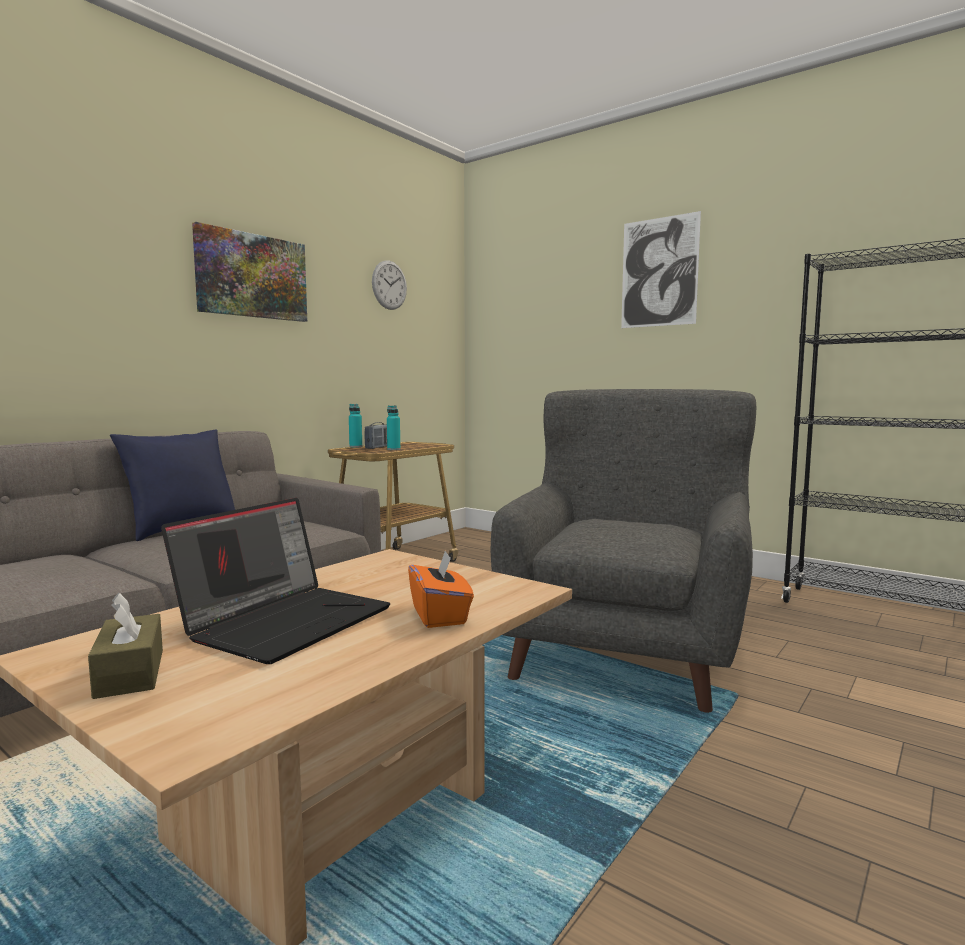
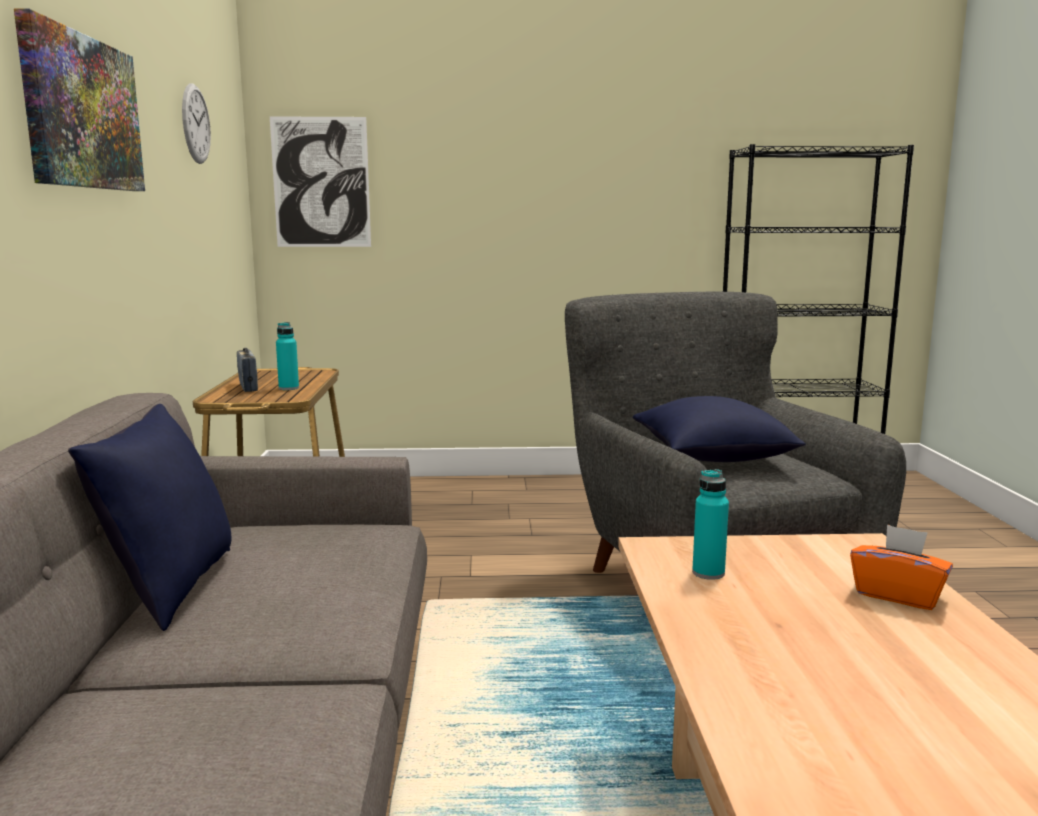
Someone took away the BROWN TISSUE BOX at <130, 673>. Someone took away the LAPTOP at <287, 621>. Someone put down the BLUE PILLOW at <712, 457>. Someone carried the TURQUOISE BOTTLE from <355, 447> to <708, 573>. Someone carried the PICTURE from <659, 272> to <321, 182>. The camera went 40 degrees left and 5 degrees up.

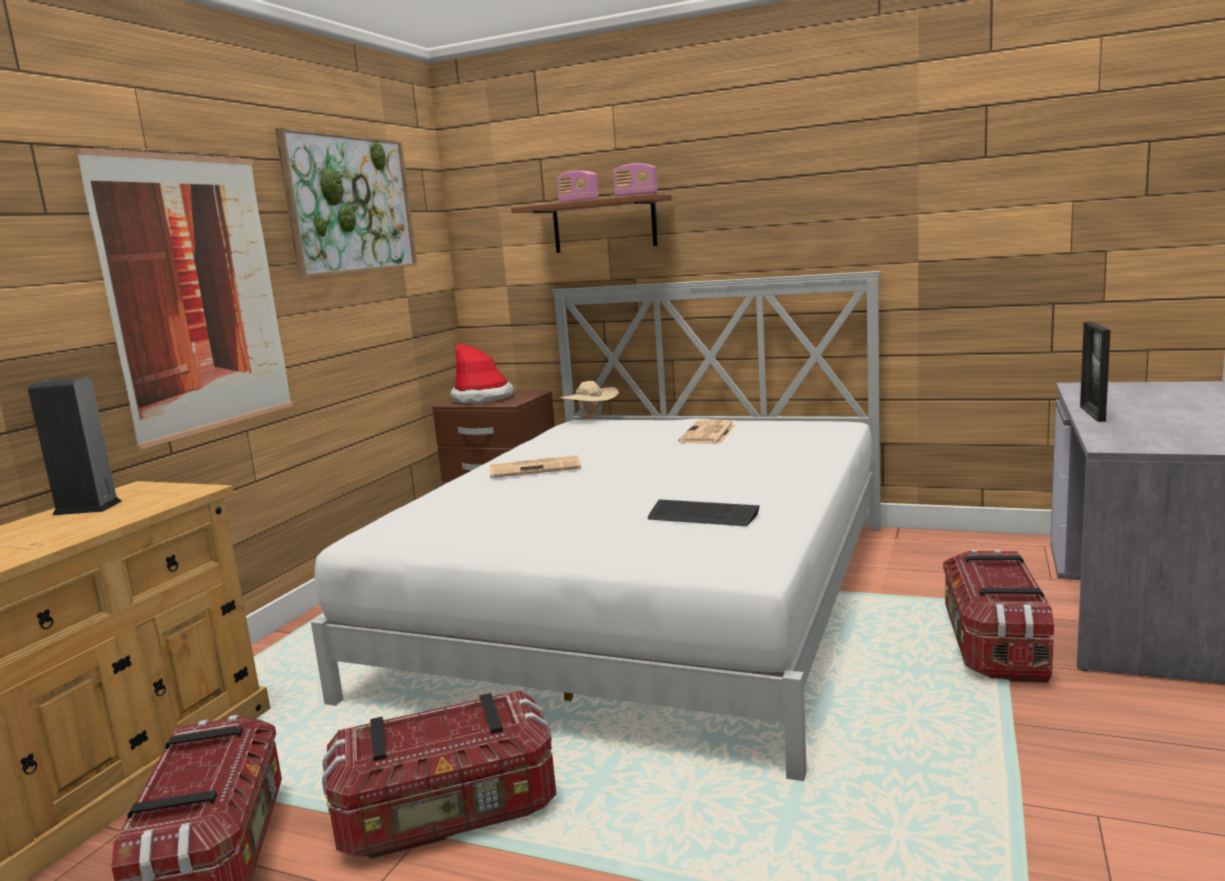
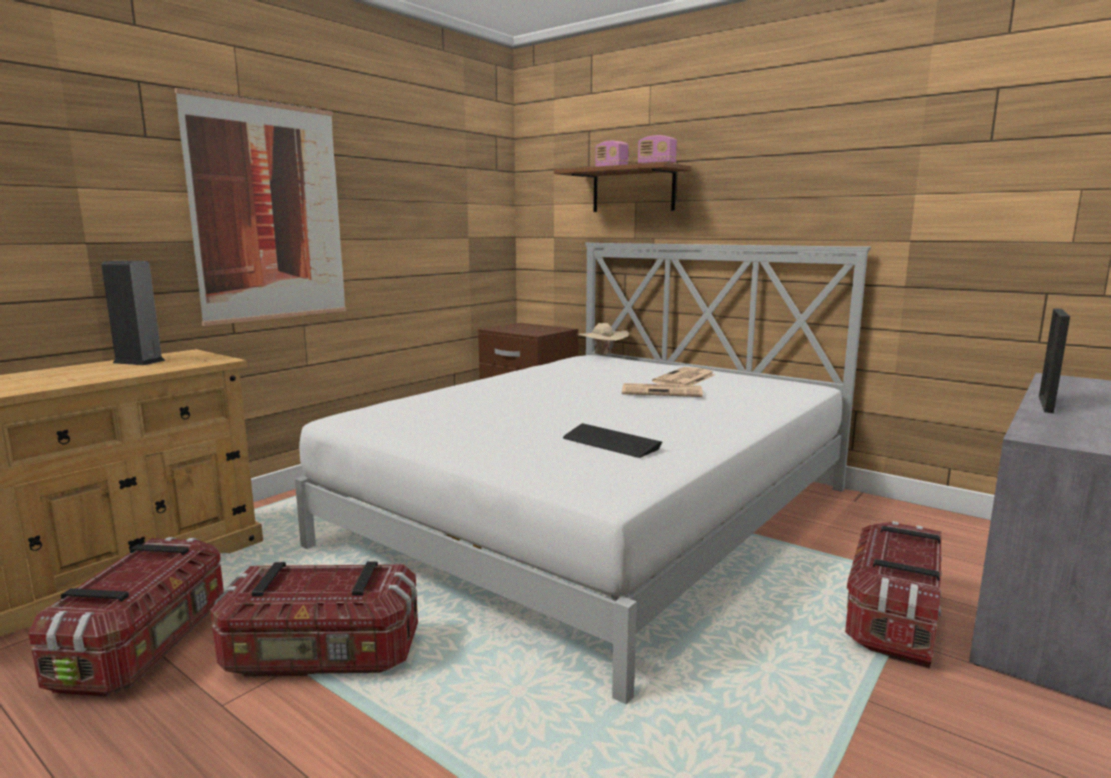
Someone took away the PICTURE at <350, 204>. Someone took away the HAT at <482, 398>. Someone carried the NEWSPAPER from <536, 468> to <663, 392>. The camera went 15 degrees right and 0 degrees up.

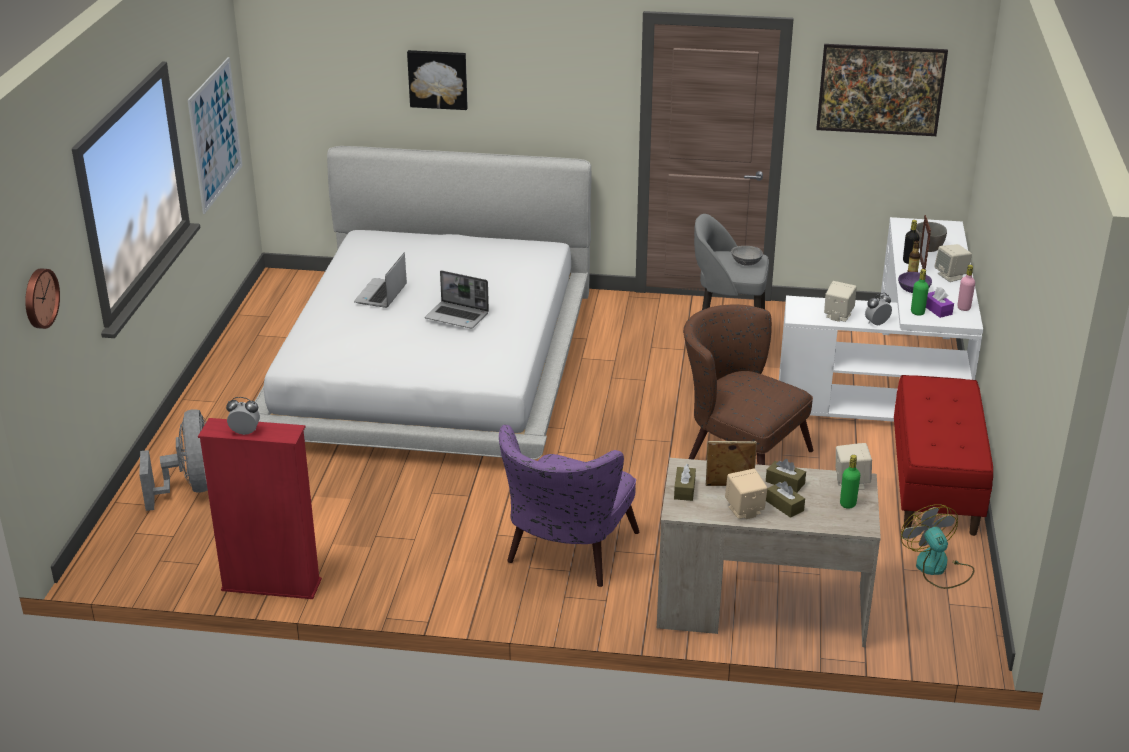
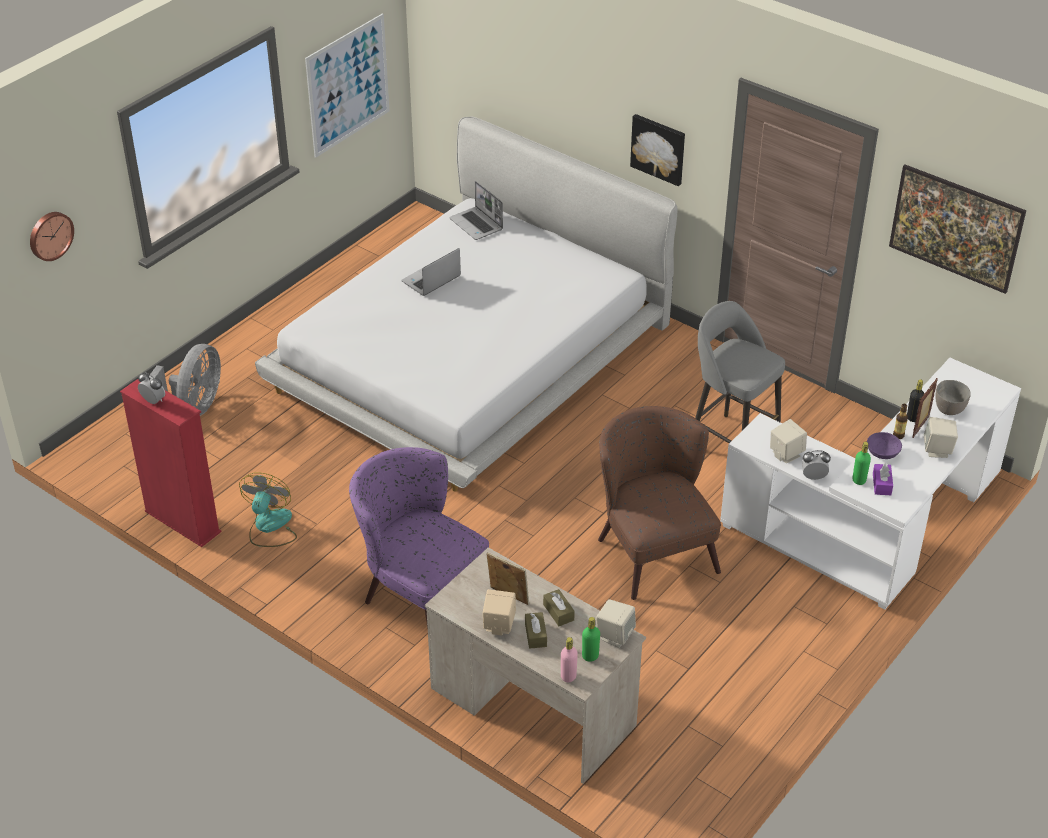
Someone took away the BROWN TISSUE BOX at <684, 490>. Someone took away the GREY BOWL at <746, 262>. Someone took away the RED BENCH at <935, 485>. Someone carried the PICTURE from <438, 79> to <659, 148>. Someone carried the LAPTOP from <458, 316> to <477, 225>. Someone carried the FAN from <937, 568> to <270, 527>. Someone carried the PINK BOTTLE from <963, 308> to <568, 676>. Someone rotated the PURPLE ARMCHAIR at <566, 555> by 75 degrees clockwise. The camera went 30 degrees right and 10 degrees up.

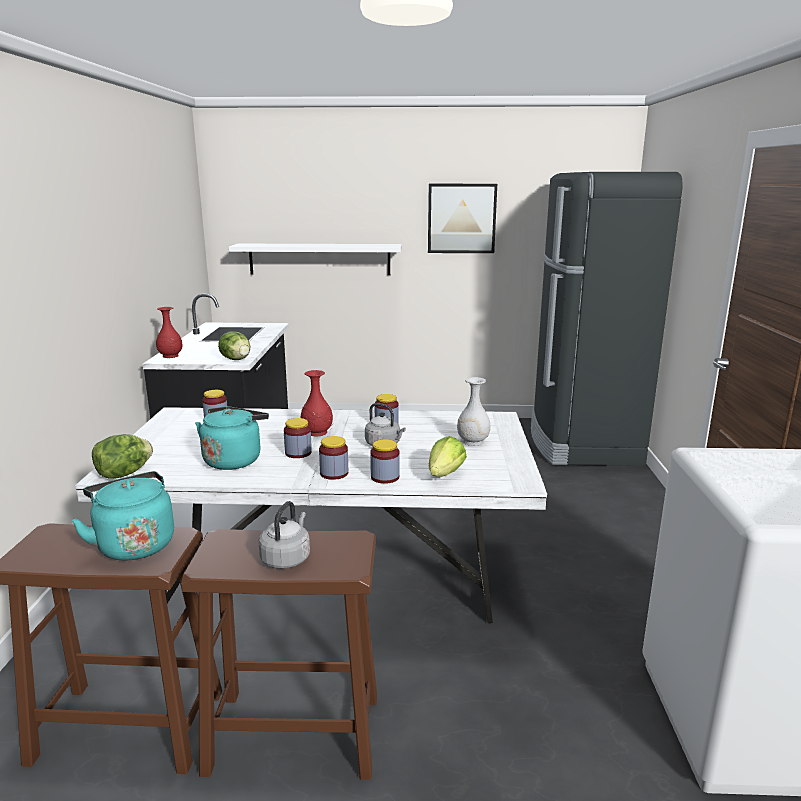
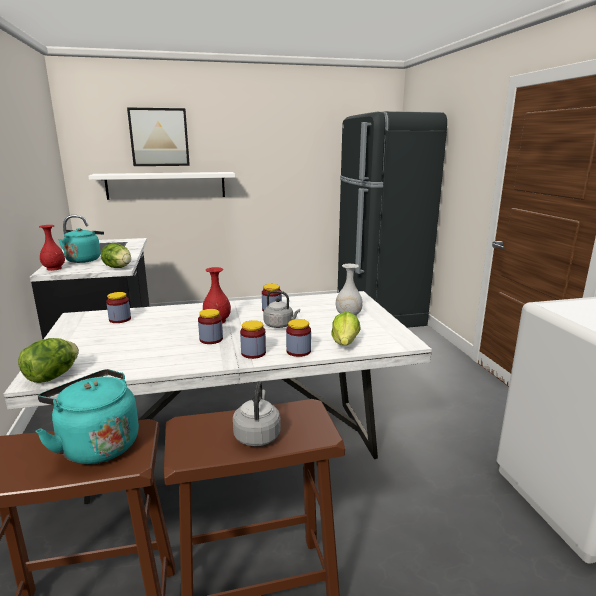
Someone carried the TURQUOISE KETTLE from <234, 460> to <84, 259>. Someone carried the PICTURE from <461, 218> to <159, 137>. The camera went 15 degrees left and 0 degrees up.

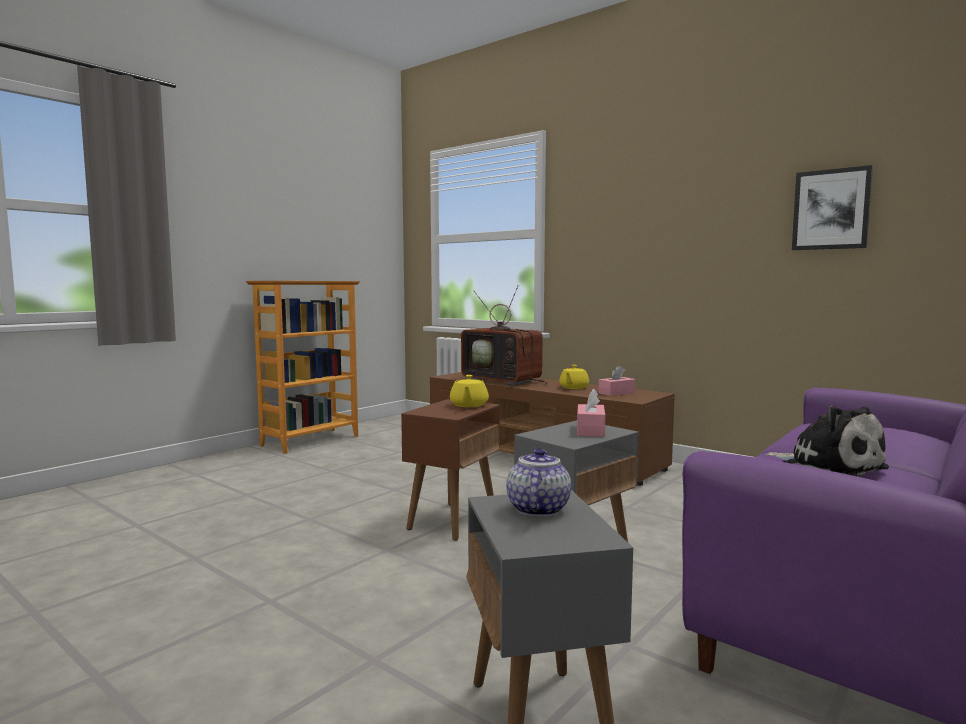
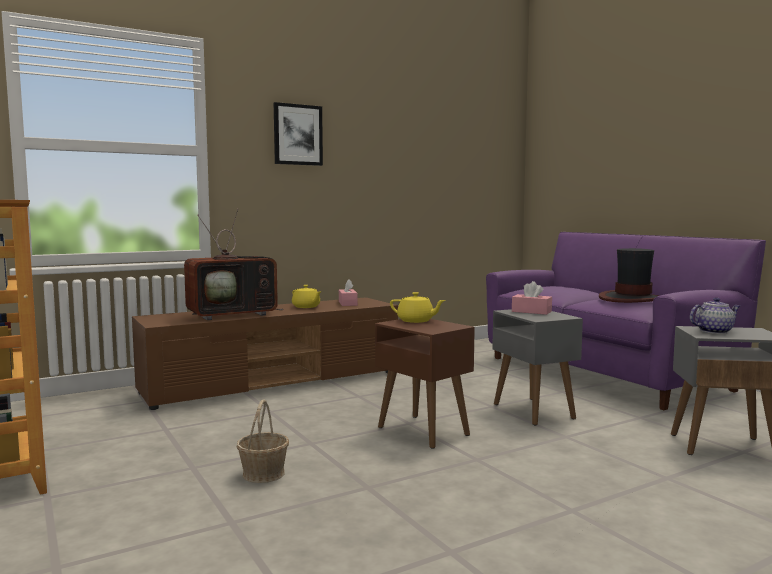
Someone put down the BASKET at <264, 473>. Someone carried the PICTURE from <831, 209> to <297, 135>. Someone swapped the PLUSH TOY at <828, 467> for the HAT at <632, 299>. Someone rotated the TEAPOT at <537, 508> by 135 degrees clockwise. The camera went 70 degrees left and 0 degrees up.

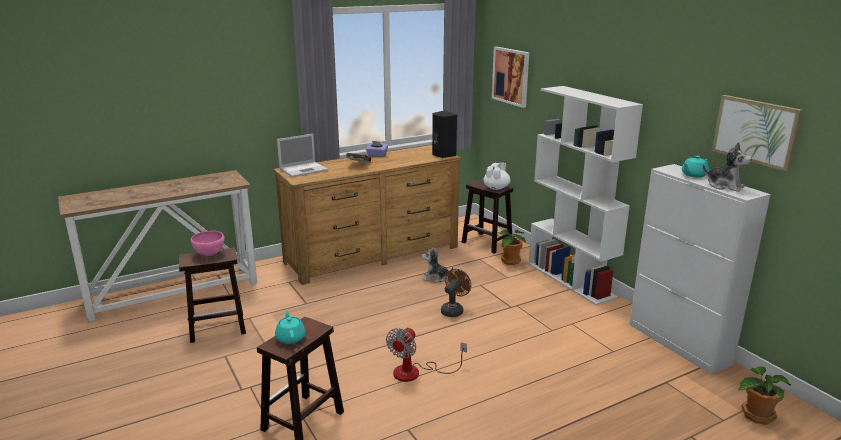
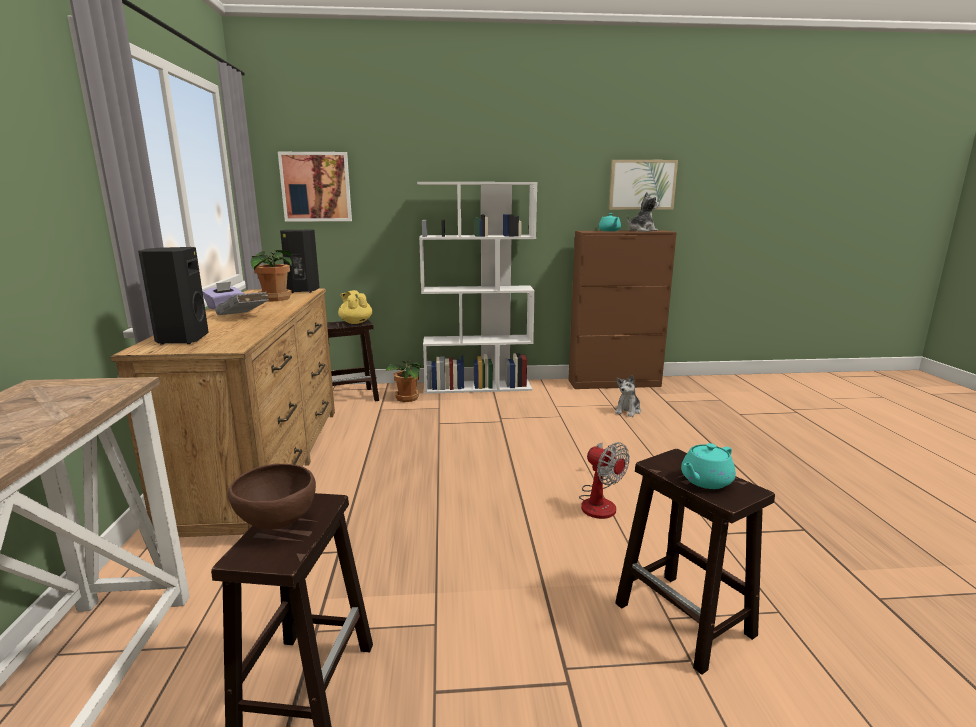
Someone took away the BROWN FAN at <454, 310>. Someone carried the PLUSH TOY from <435, 278> to <628, 411>. Someone carried the POTTED PLANT from <756, 415> to <274, 299>. Someone swapped the LAPTOP at <304, 169> for the BLACK SPEAKER at <181, 340>. Someone repainted the PINK BOWL at <209, 254>, which became the BROWN BOWL at <277, 525>. Someone repainted the WHITE TEAPOT at <496, 188>, which became the YELLOW TEAPOT at <355, 322>. Someone repainted the WHITE CABINET at <679, 344>, which became the BROWN CABINET at <614, 383>. Someone rotated the TURQUOISE TEAPOT at <290, 337> by 45 degrees counterclockwise. The camera went 65 degrees left and 5 degrees down.

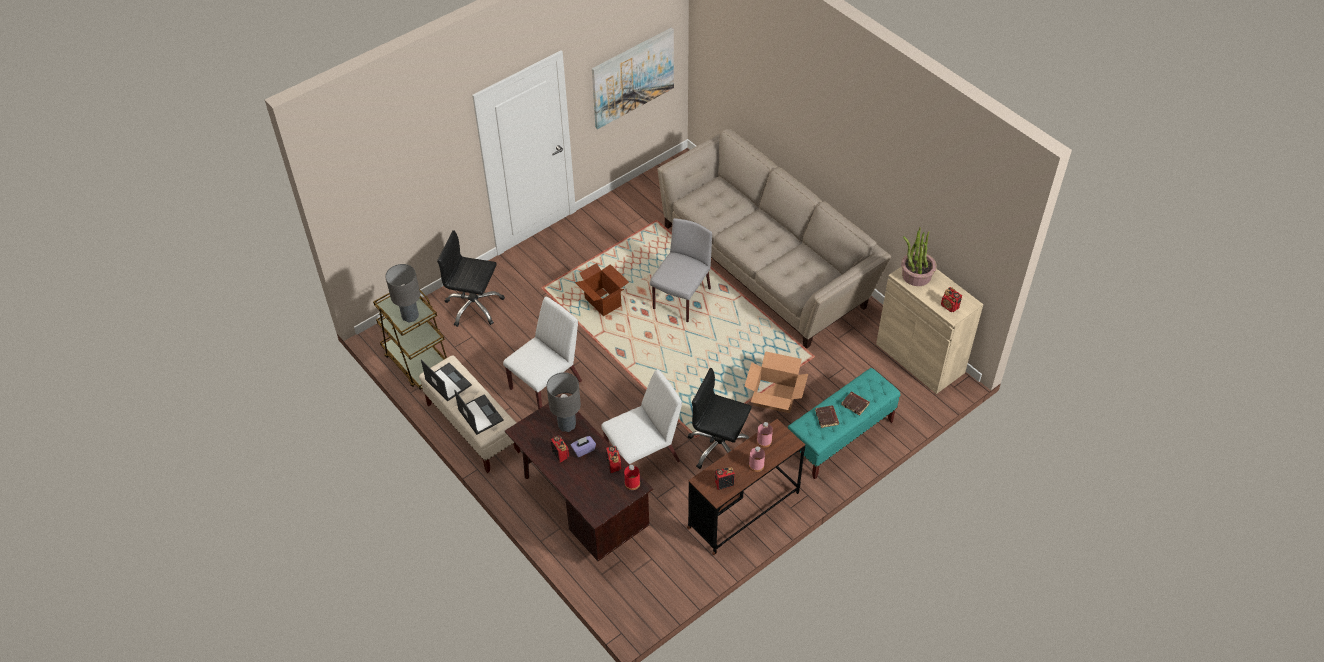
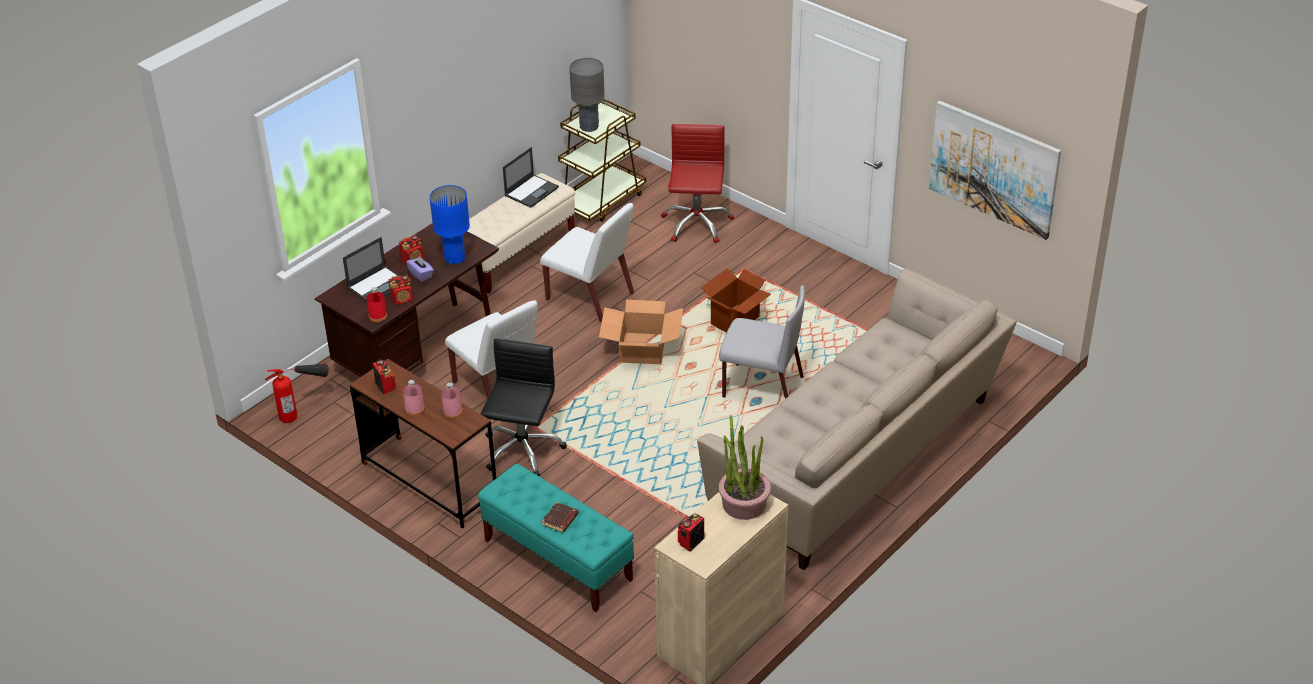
Someone took away the BROWN BOOK at <827, 418>. Someone put down the FIRE EXTINGUISHER at <303, 410>. Someone carried the LAPTOP from <480, 414> to <378, 285>. Someone carried the CARDBOARD BOX from <775, 397> to <642, 349>. Someone repainted the BLACK OFFICE CHAIR at <474, 306>, which became the RED OFFICE CHAIR at <696, 224>. Someone repainted the GREY TABLE LAMP at <567, 425>, which became the BLUE TABLE LAMP at <455, 258>. The camera went 80 degrees right and 10 degrees down.

